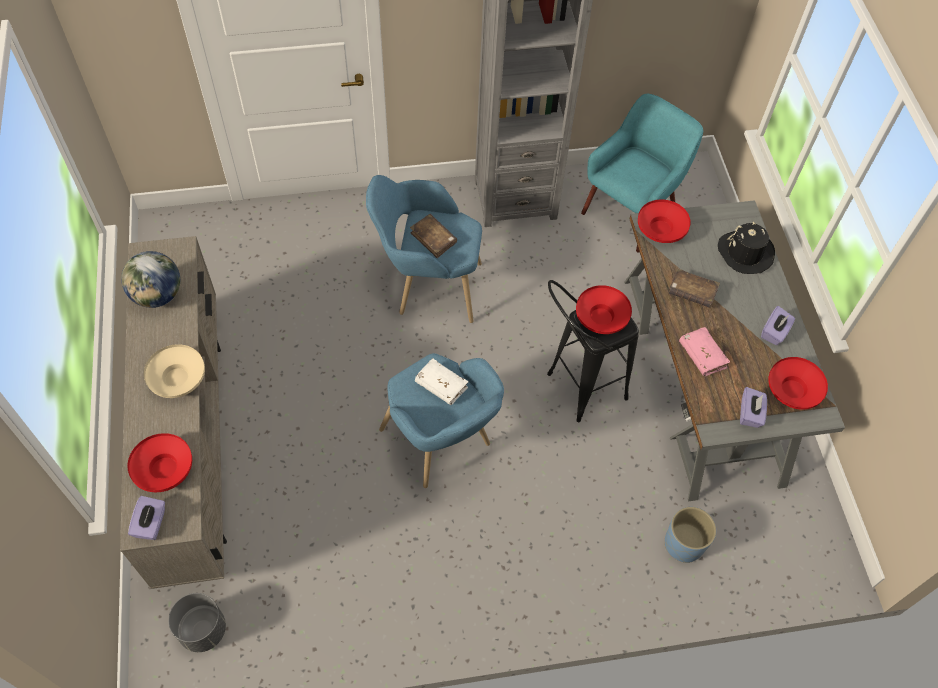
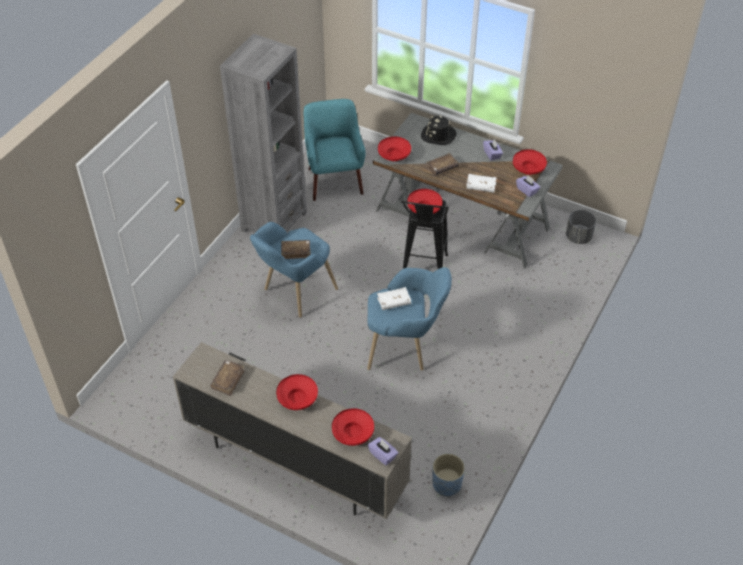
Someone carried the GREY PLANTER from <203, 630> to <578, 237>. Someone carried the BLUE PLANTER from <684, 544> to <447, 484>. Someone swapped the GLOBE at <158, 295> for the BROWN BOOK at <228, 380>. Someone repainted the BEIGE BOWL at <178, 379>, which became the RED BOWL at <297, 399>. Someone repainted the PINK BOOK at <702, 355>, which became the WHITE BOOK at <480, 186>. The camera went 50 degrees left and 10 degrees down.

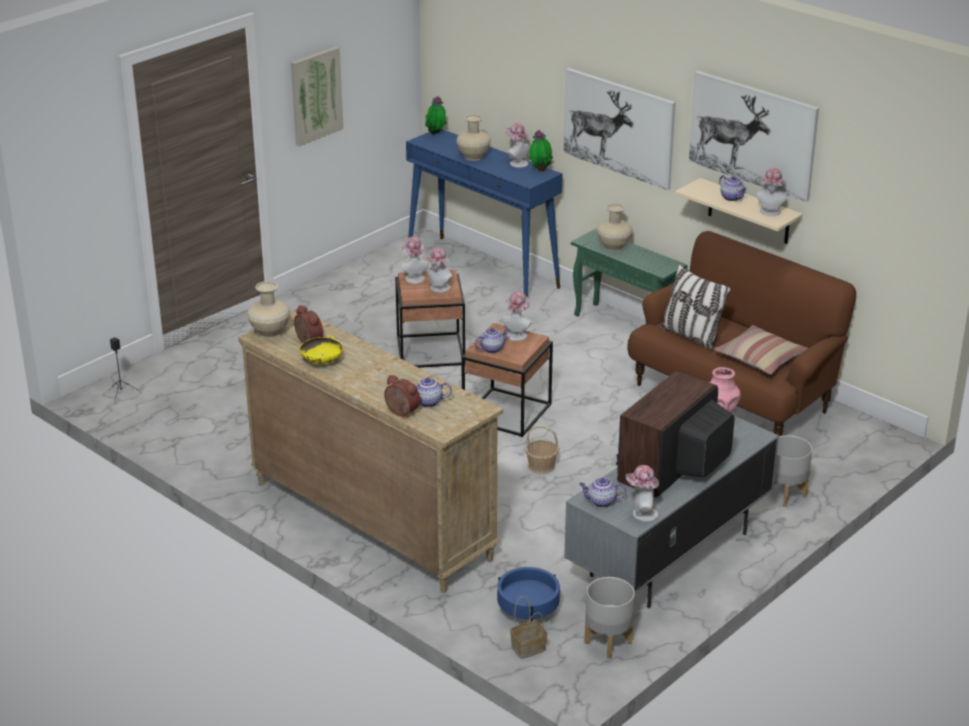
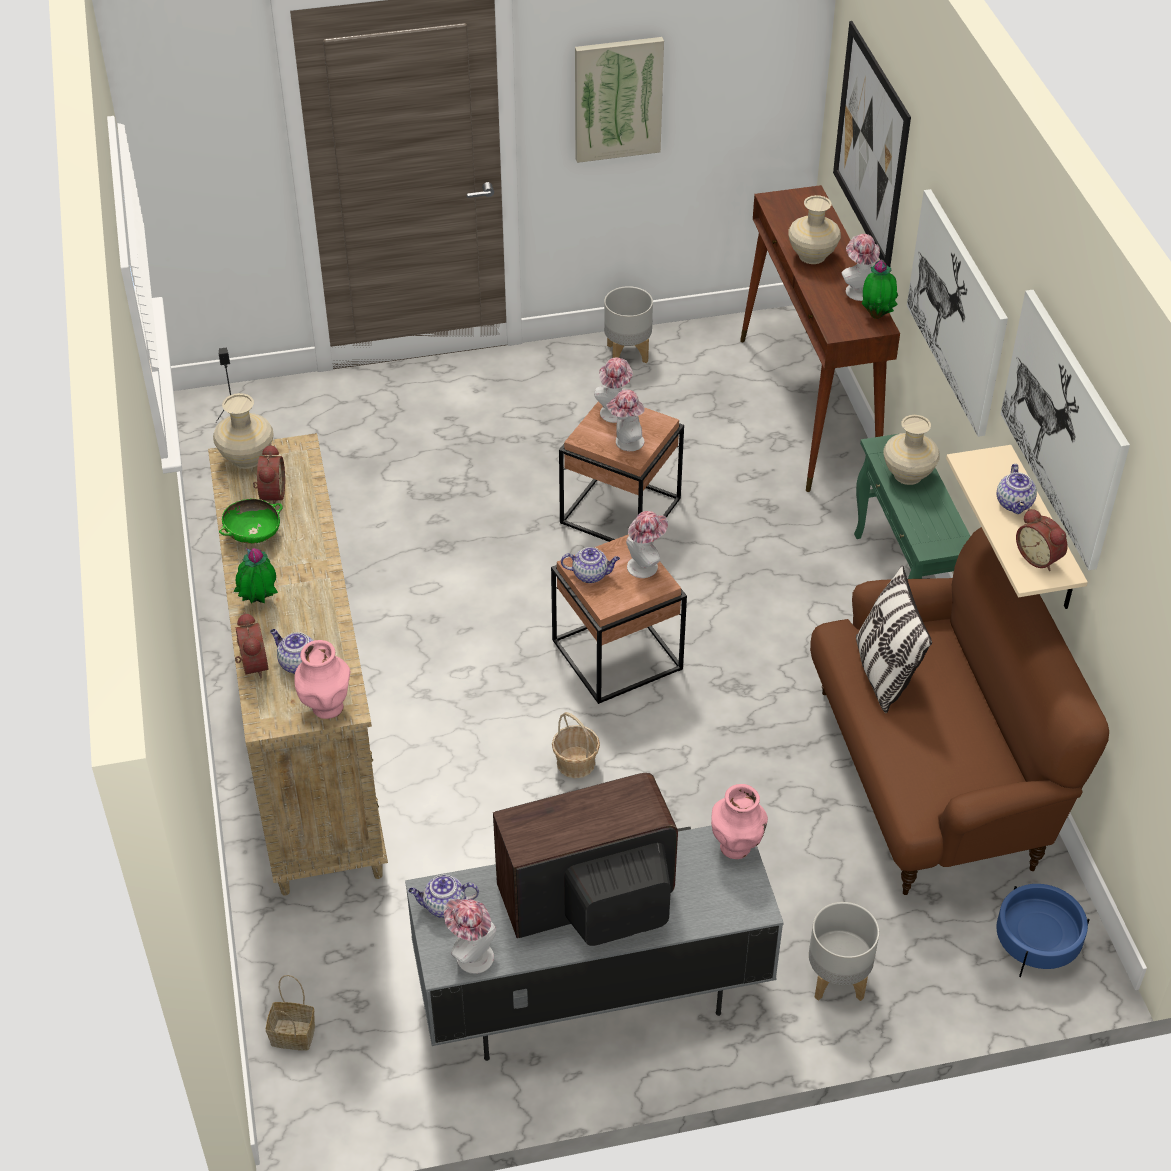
Someone took away the PILLOW at <760, 358>. Someone put down the PINK VASE at <326, 707>. Someone put up the PICTURE at <870, 146>. Someone carried the POTTED PLANT from <436, 134> to <259, 603>. Someone carried the BLUE PLANTER from <528, 610> to <1036, 943>. Someone carried the GREY PLANTER from <607, 642> to <627, 353>. Someone swapped the HAT at <770, 212> for the ALARM CLOCK at <1039, 557>. Someone repainted the YELLOW BOWL at <322, 361>, which became the GREEN BOWL at <253, 534>. Someone repainted the BLUE CONSOLE TABLE at <483, 271>, which became the BROWN CONSOLE TABLE at <808, 408>. Someone rotated the TEAPOT at <601, 502> by 45 degrees counterclockwise. The camera went 35 degrees right and 15 degrees up.

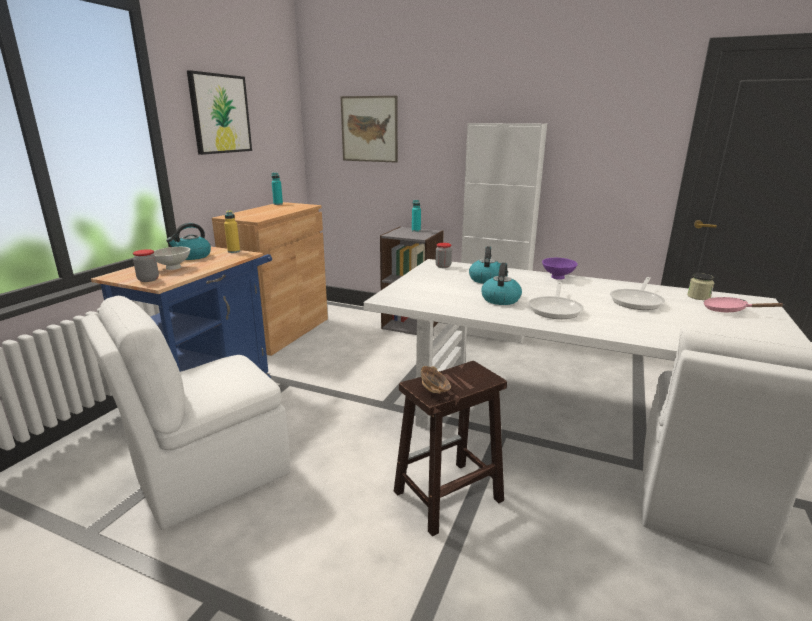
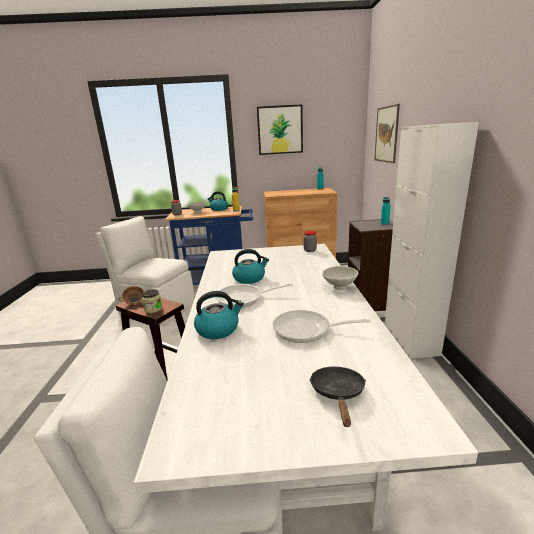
Someone carried the KETTLE from <486, 279> to <218, 329>. Someone carried the JAR from <698, 297> to <153, 309>. Someone repainted the PURPLE BOWL at <558, 277>, which became the WHITE BOWL at <339, 287>. Someone repainted the PINK FRYING PAN at <729, 310>, which became the BLACK FRYING PAN at <338, 394>. The camera went 65 degrees right and 0 degrees up.

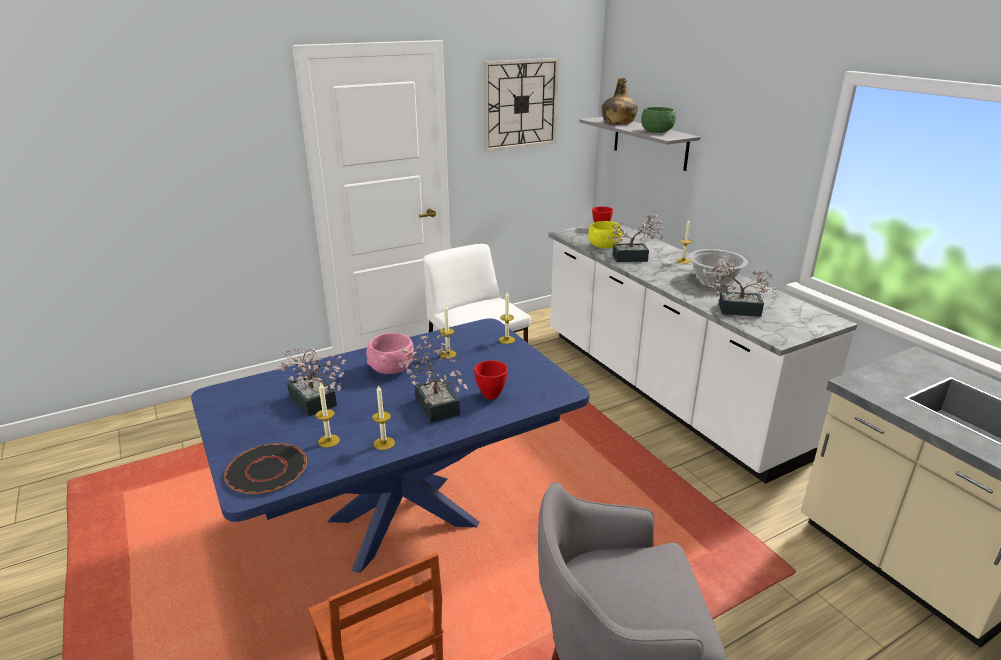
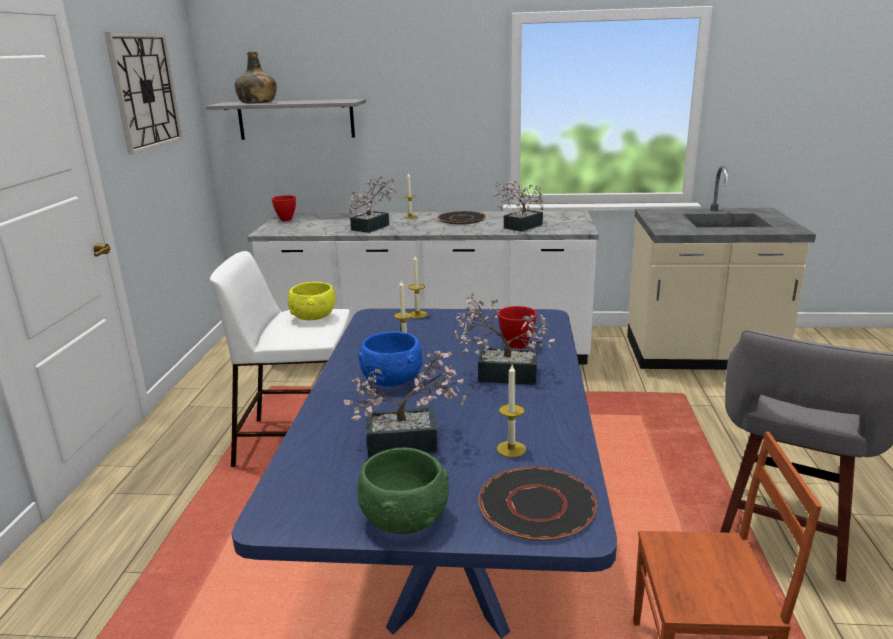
Someone took away the CANDLE at <384, 443>. Someone carried the YELLOW BOWL from <604, 246> to <314, 317>. Someone carried the GREEN BOWL from <657, 132> to <405, 517>. Someone swapped the COOKING POT at <714, 280> for the BLACK PLATE at <462, 219>. Someone repainted the PINK BOWL at <392, 369>, which became the BLUE BOWL at <393, 379>. The camera went 55 degrees left and 5 degrees down.

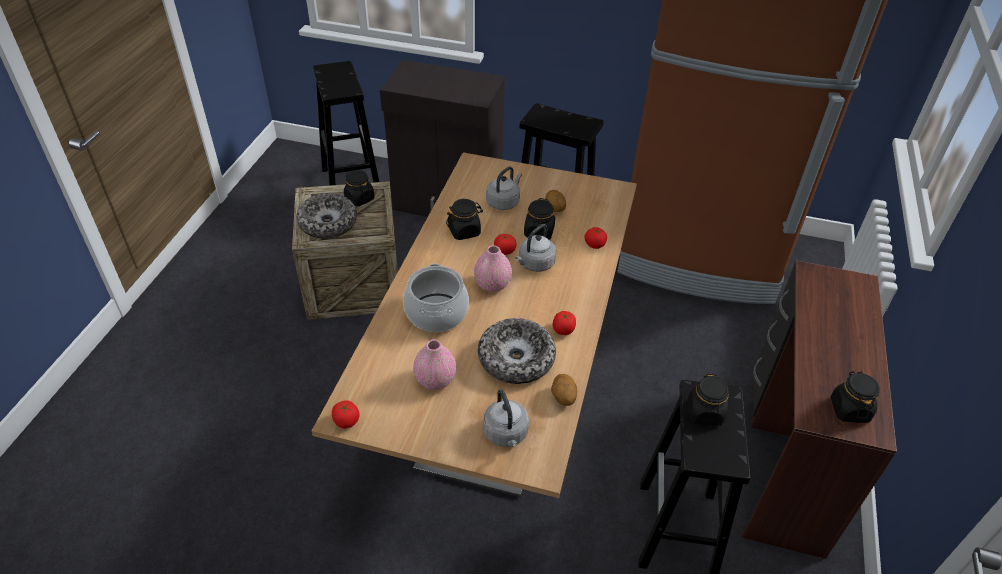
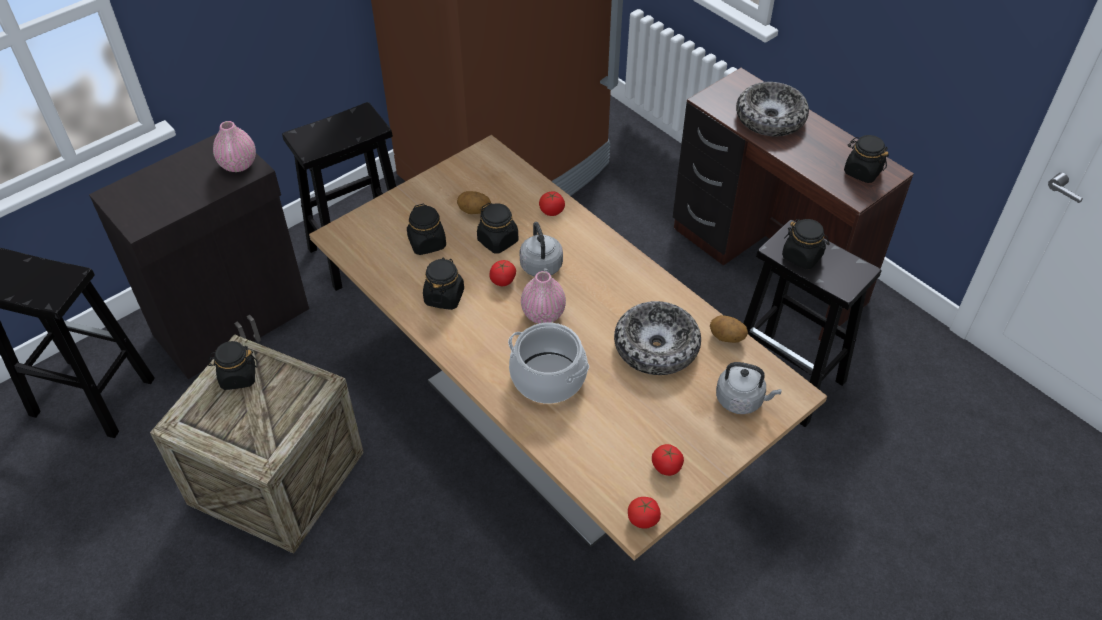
Someone carried the BOWL from <328, 223> to <770, 118>. Someone carried the PINK VASE from <435, 379> to <238, 165>. Someone carried the TOMATO from <563, 330> to <666, 467>. Someone swapped the GREY KETTLE at <504, 202> for the BLACK JAR at <427, 243>. The camera went 55 degrees left and 5 degrees up.

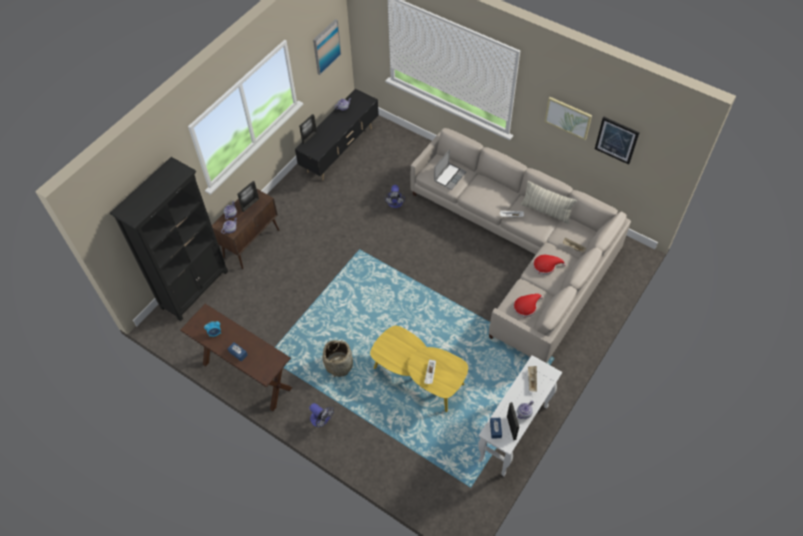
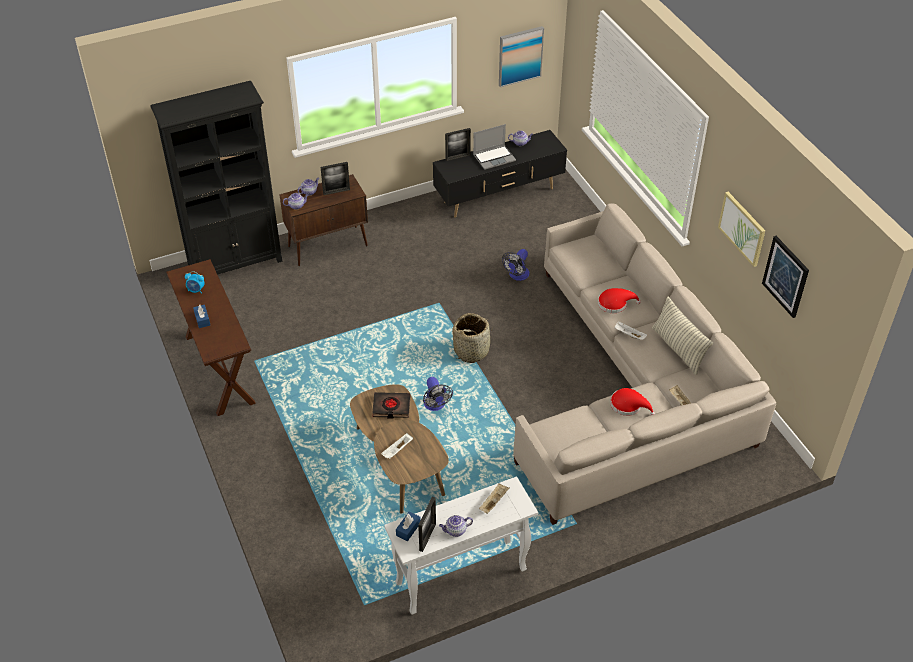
Someone put down the BLACK BOOK at <391, 407>. Someone carried the FAN from <321, 420> to <435, 406>. Someone carried the BASKET from <339, 364> to <472, 350>. Someone carried the LAPTOP from <449, 176> to <494, 157>. Someone carried the RED HAT from <526, 306> to <615, 303>. Someone repainted the YELLOW COFFEE TABLE at <419, 377>, which became the BROWN COFFEE TABLE at <399, 462>. The camera went 30 degrees right and 10 degrees down.

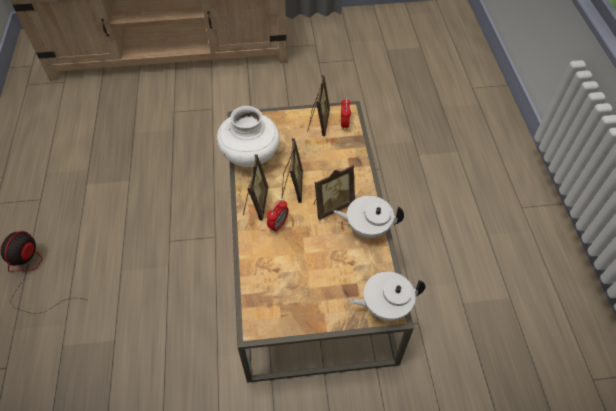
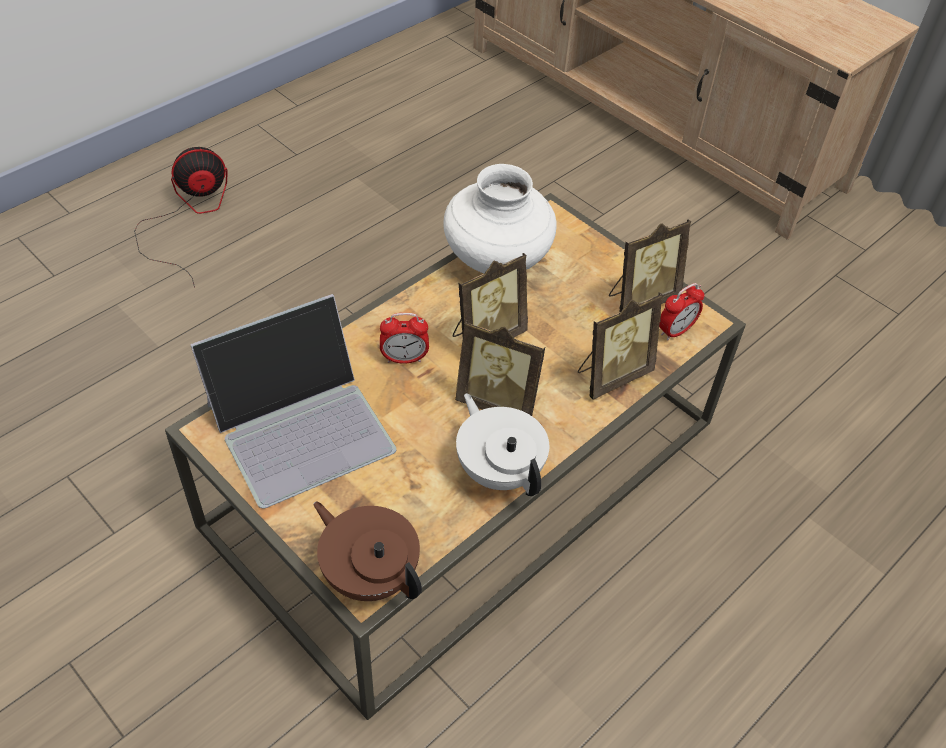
Someone put down the LAPTOP at <301, 425>. Someone carried the PICTURE FRAME from <255, 204> to <611, 375>. Someone repainted the WHITE TEAPOT at <385, 306>, which became the BROWN TEAPOT at <370, 573>. The camera went 50 degrees right and 5 degrees down.

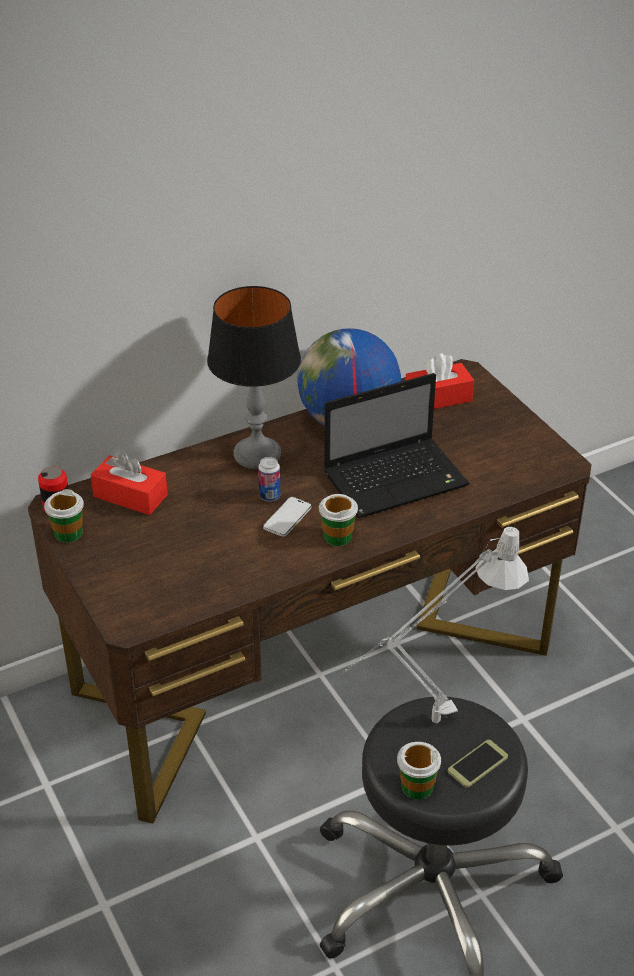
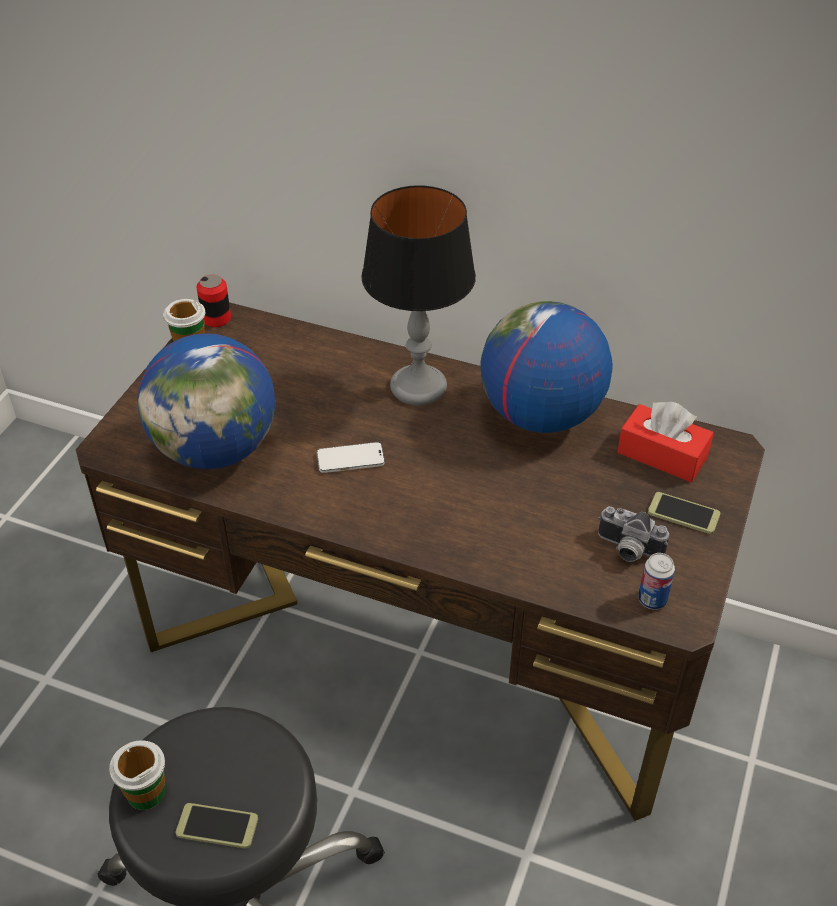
Someone took away the RED TISSUE BOX at <130, 496>. Someone took away the CUP at <337, 536>. Someone took away the LAPTOP at <397, 478>. Someone took away the GREY TABLE LAMP at <424, 726>. Someone put down the GLOBE at <216, 449>. Someone put down the PHOTO CAMERA at <627, 550>. Someone put down the PHONE at <683, 514>. Someone carried the CAN from <269, 496> to <652, 600>. The camera went 50 degrees right and 5 degrees up.

